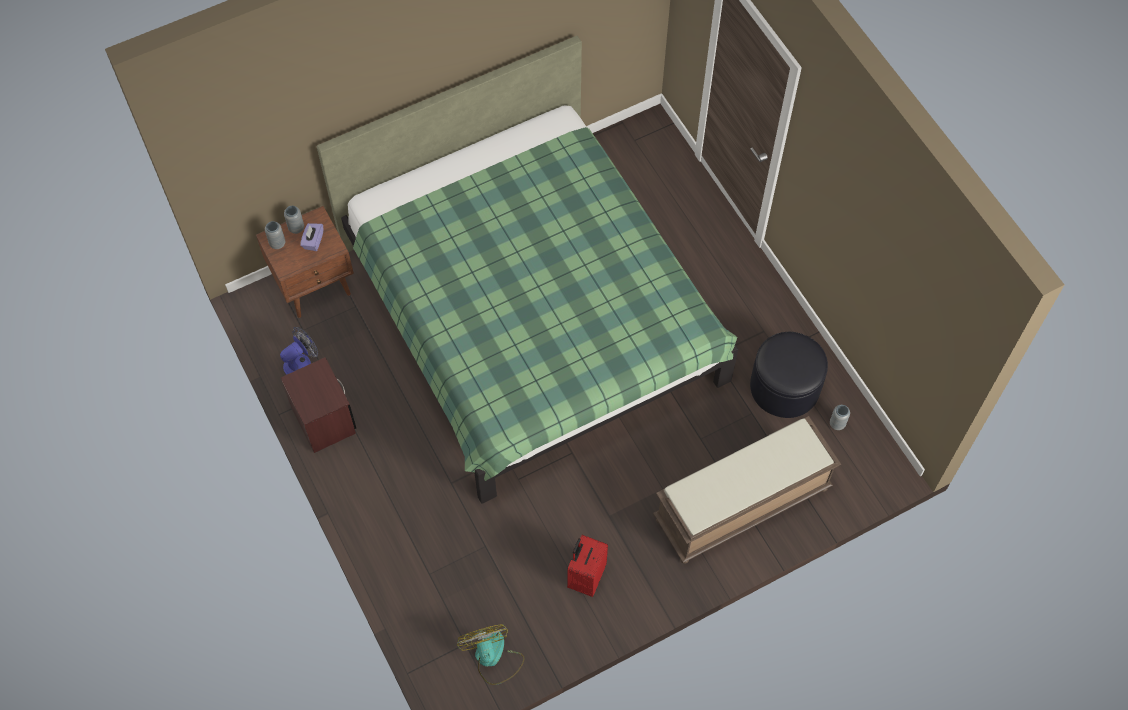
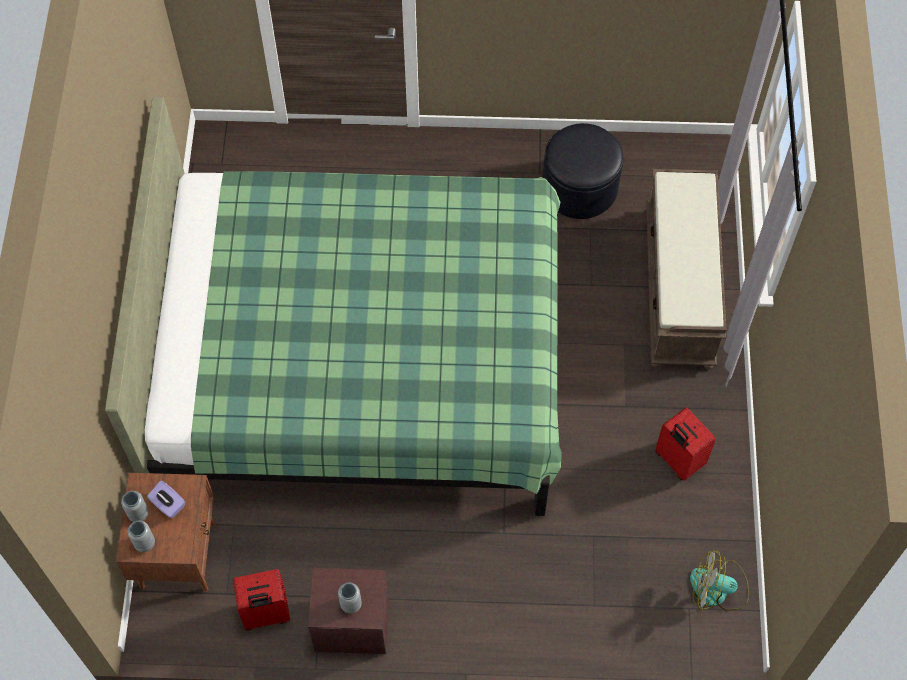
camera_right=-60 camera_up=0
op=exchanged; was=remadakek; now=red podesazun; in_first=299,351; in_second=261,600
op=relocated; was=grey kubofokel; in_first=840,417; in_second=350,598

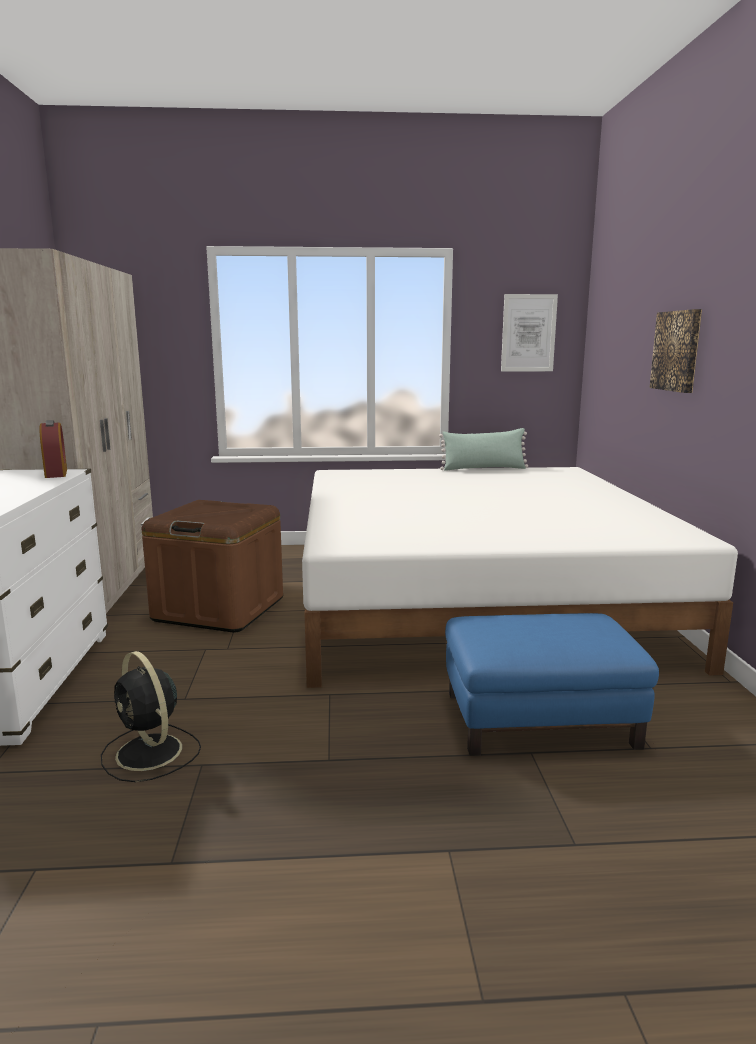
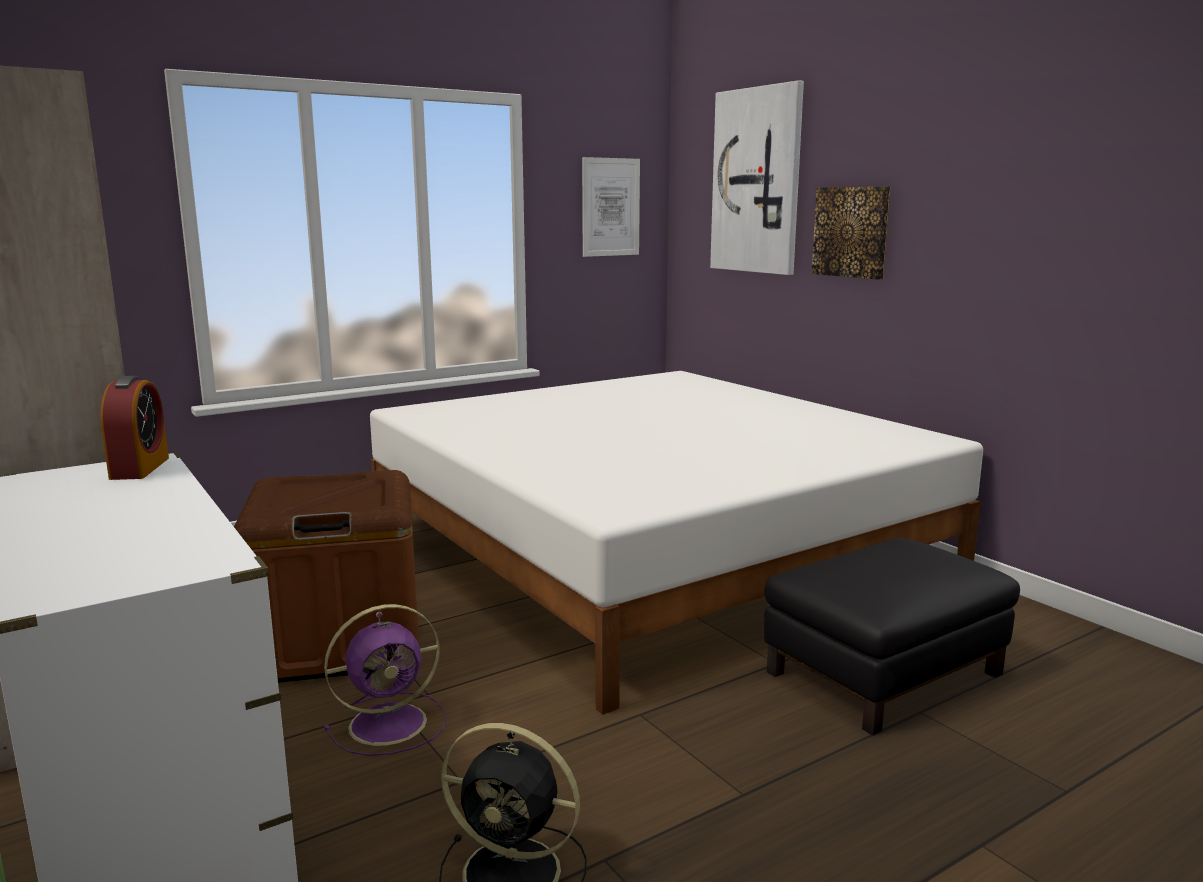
camera_right=-30 camera_up=0
op=spun; was=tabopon; in_first=53,449; in_second=134,428; clockwise=45
op=missing; was=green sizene; in_first=483,449
op=colour; was=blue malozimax; now=black malozimax; in_first=552,684; in_second=892,636
op=appeared; now=purple remadakek; in_second=385,680
op=appeared; now=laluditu; in_second=757,177

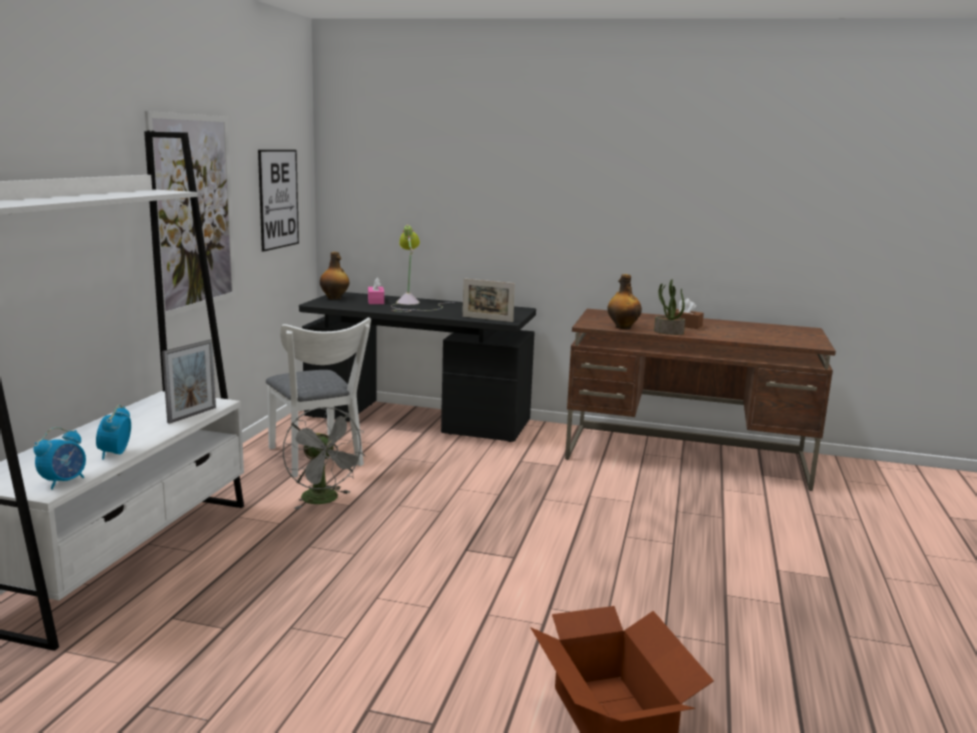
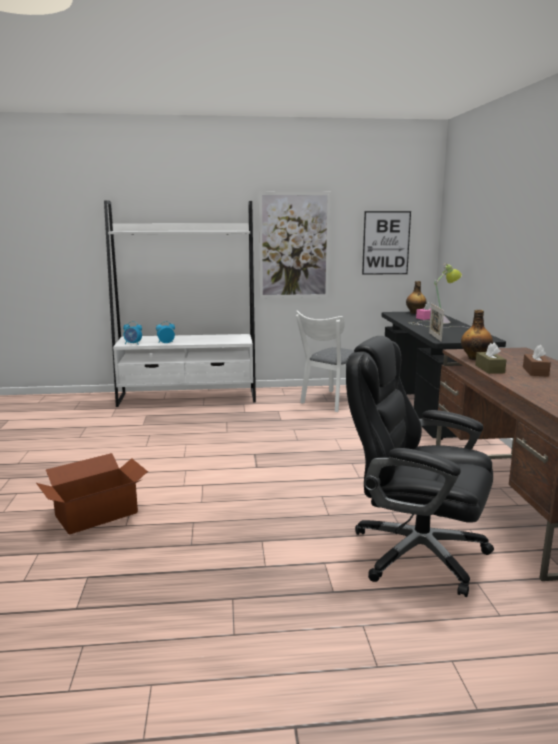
camera_right=70 camera_up=0
op=missing; was=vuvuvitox; in_first=189,382
op=missing; was=grey remadakek; in_first=324,458
op=exchanged; was=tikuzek; now=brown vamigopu; in_first=669,307; in_second=490,358
op=appeared; now=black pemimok; in_second=420,466

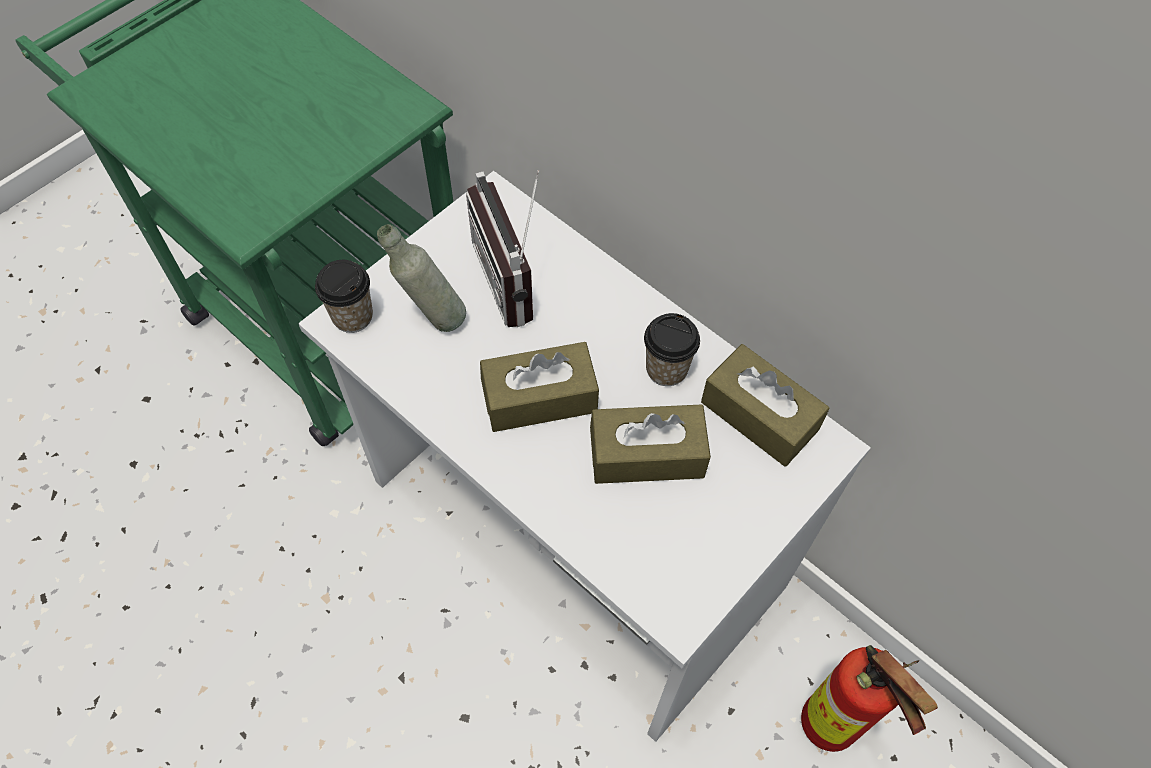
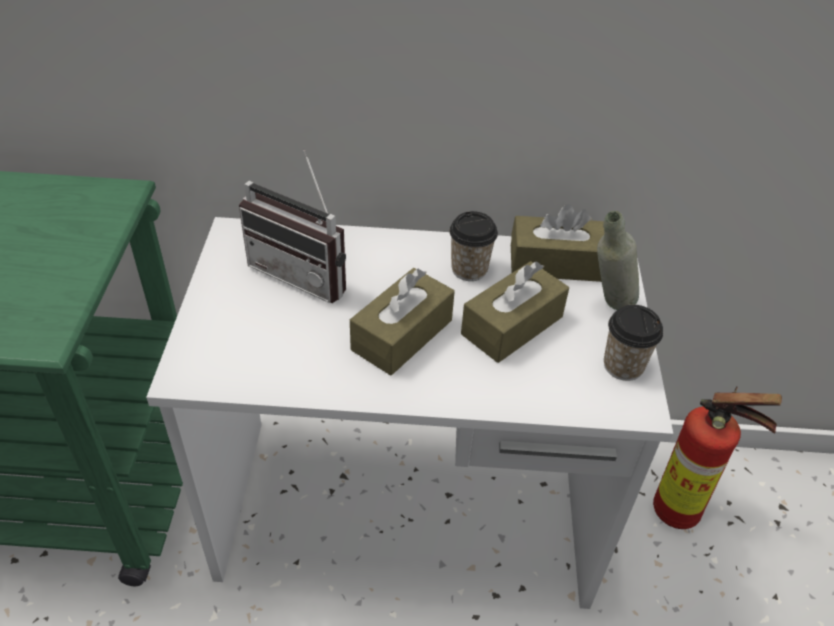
camera_right=-40 camera_up=-15
op=relocated; was=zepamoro; in_first=344,296; in_second=633,343
op=relocated; was=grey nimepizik; in_first=421,278; in_second=618,260

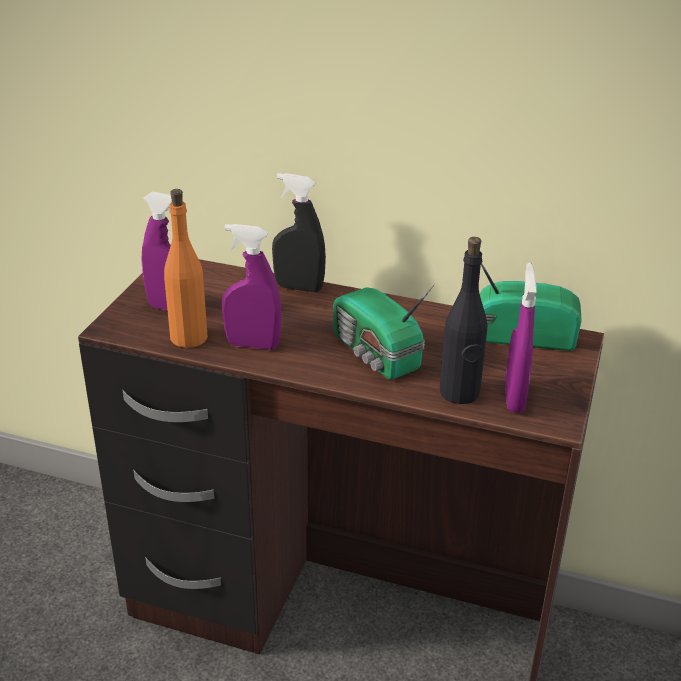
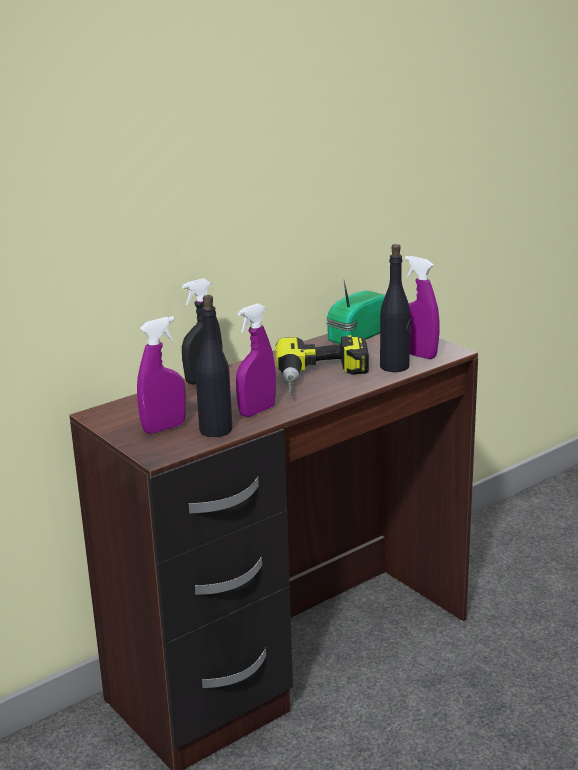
camera_right=-55 camera_up=-10
op=colour; was=orange nimepizik; now=black nimepizik; in_first=186,268; in_second=213,366
op=exchanged; was=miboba; now=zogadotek; in_first=384,331; in_second=322,365

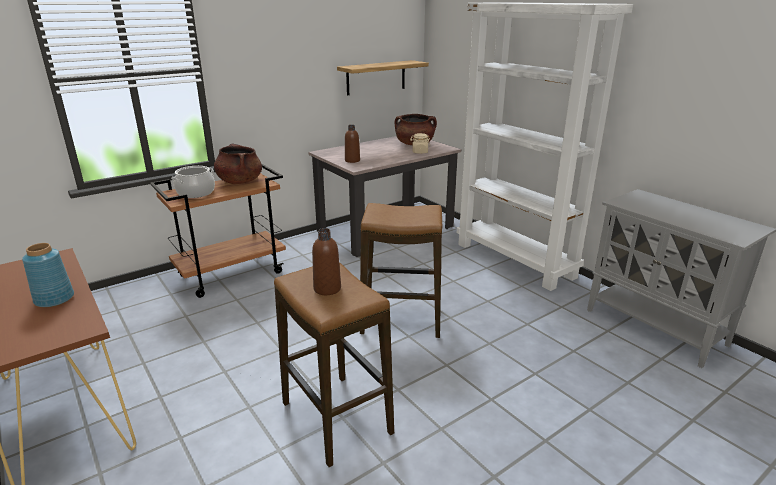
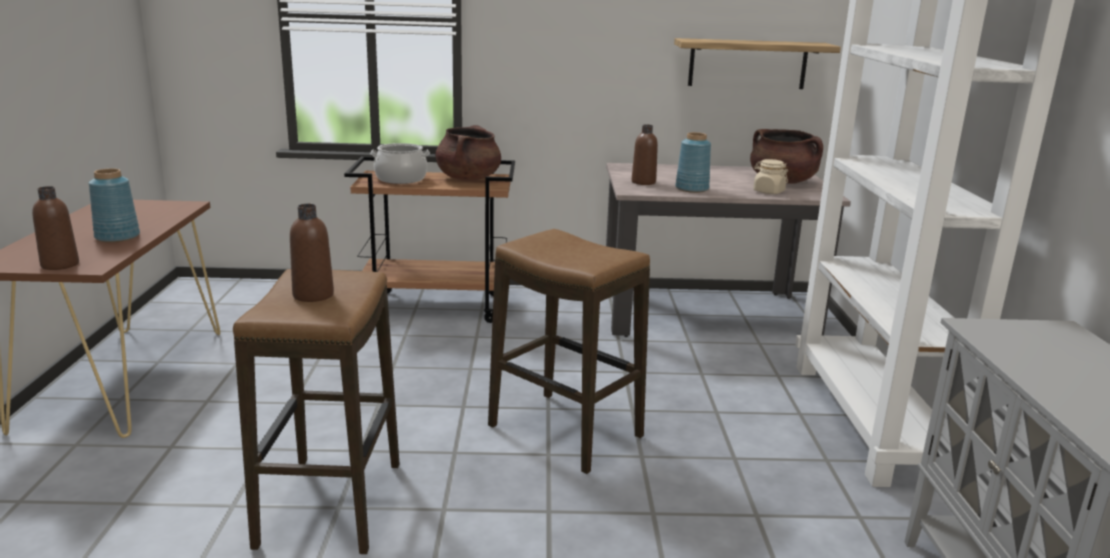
camera_right=35 camera_up=-5
op=appeared; now=brown nimepizik; in_second=55,228
op=appeared; now=blue kubofokel; in_second=693,162

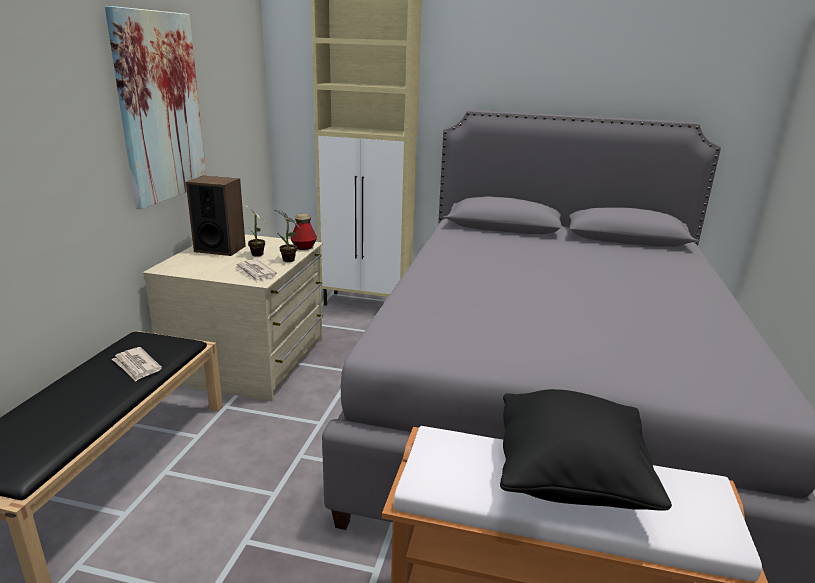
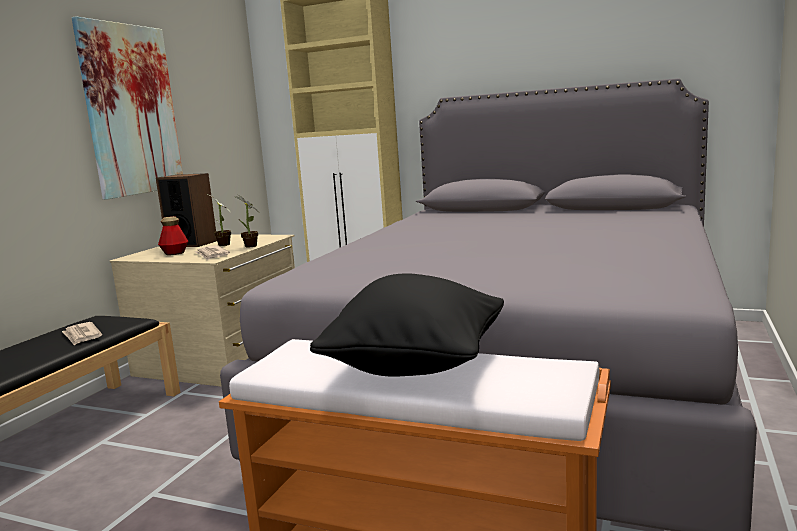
camera_right=10 camera_up=-10
op=relocated; was=nimepizik; in_first=304,232; in_second=173,235

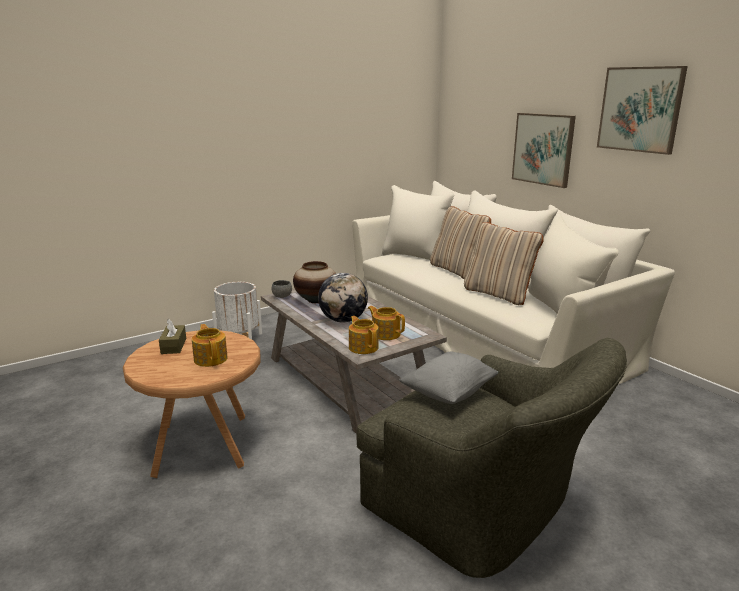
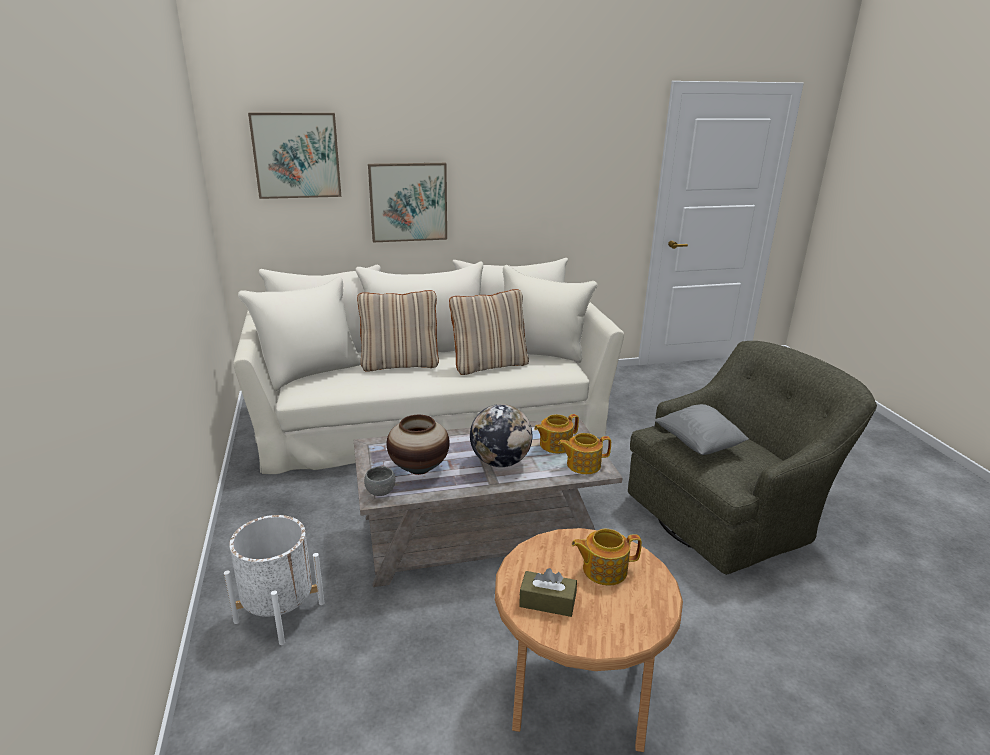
camera_right=-70 camera_up=5
op=relocated; was=laluditu; in_first=642,110; in_second=294,156

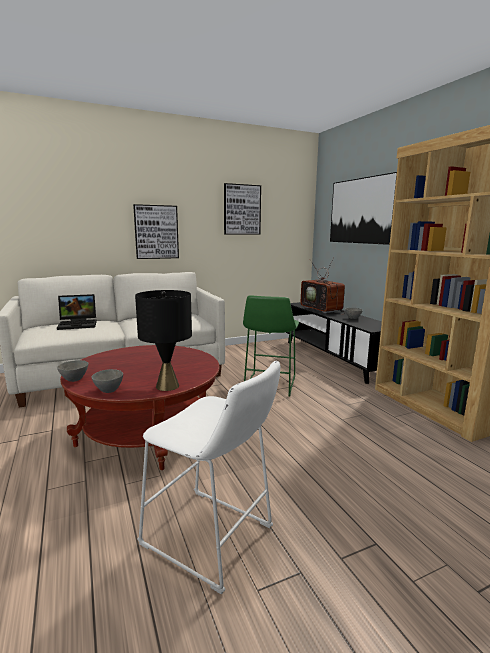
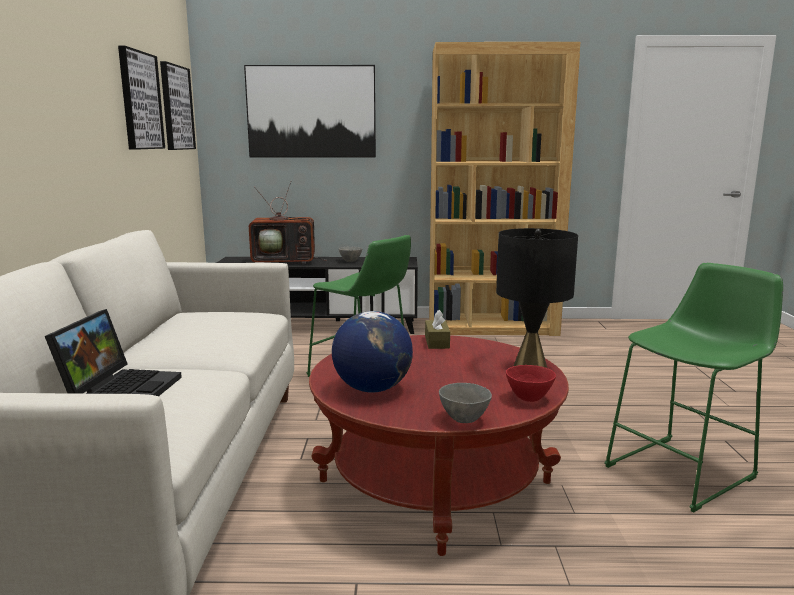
camera_right=-65 camera_up=0
op=colour; was=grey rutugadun; now=red rutugadun; in_first=107,381; in_second=531,383
op=relocated; was=laluditu; in_first=156,231; in_second=178,105
op=colour; was=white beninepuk; now=green beninepuk; in_first=209,477; in_second=693,388
op=appeared; now=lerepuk; in_second=372,352
op=appeared; now=brown vamigopu; in_second=437,329

